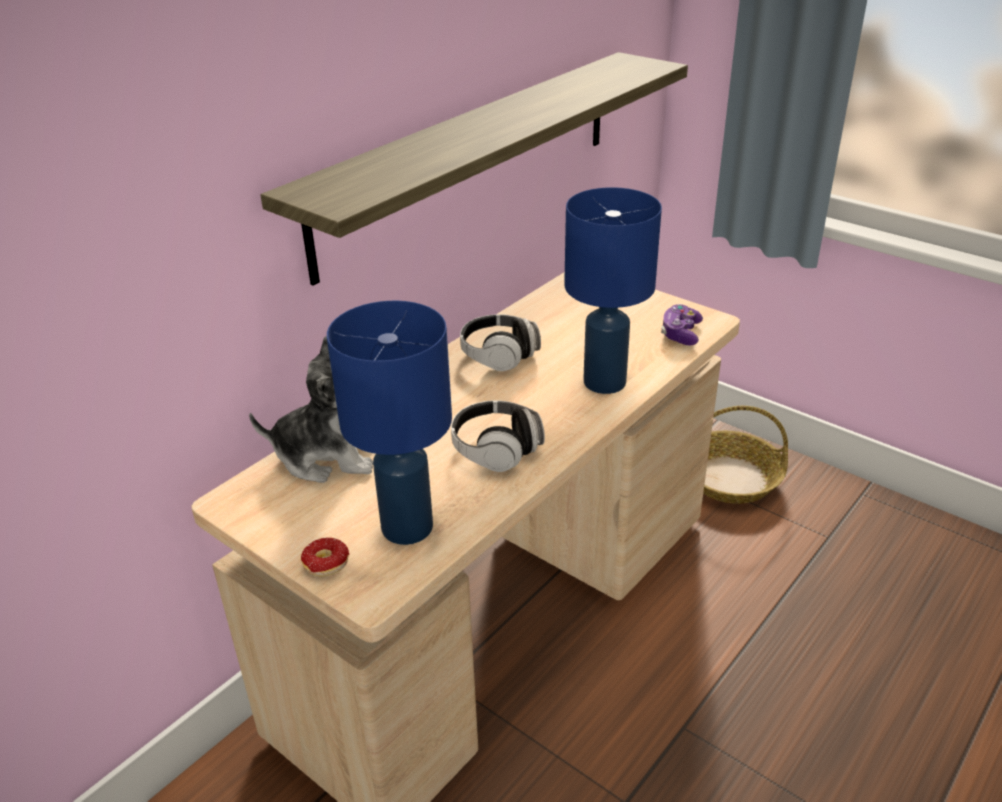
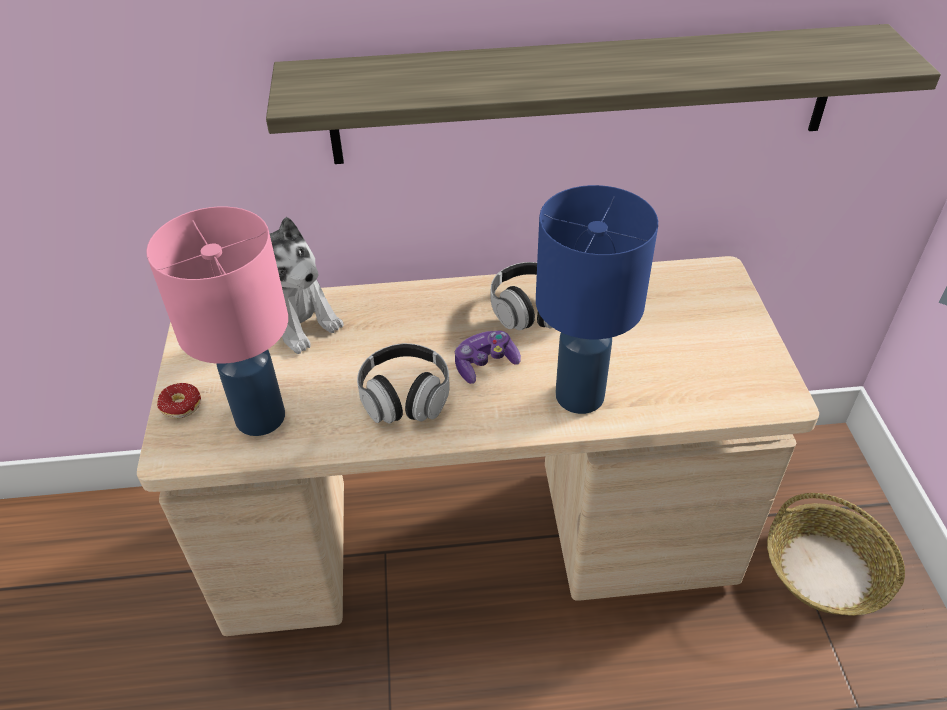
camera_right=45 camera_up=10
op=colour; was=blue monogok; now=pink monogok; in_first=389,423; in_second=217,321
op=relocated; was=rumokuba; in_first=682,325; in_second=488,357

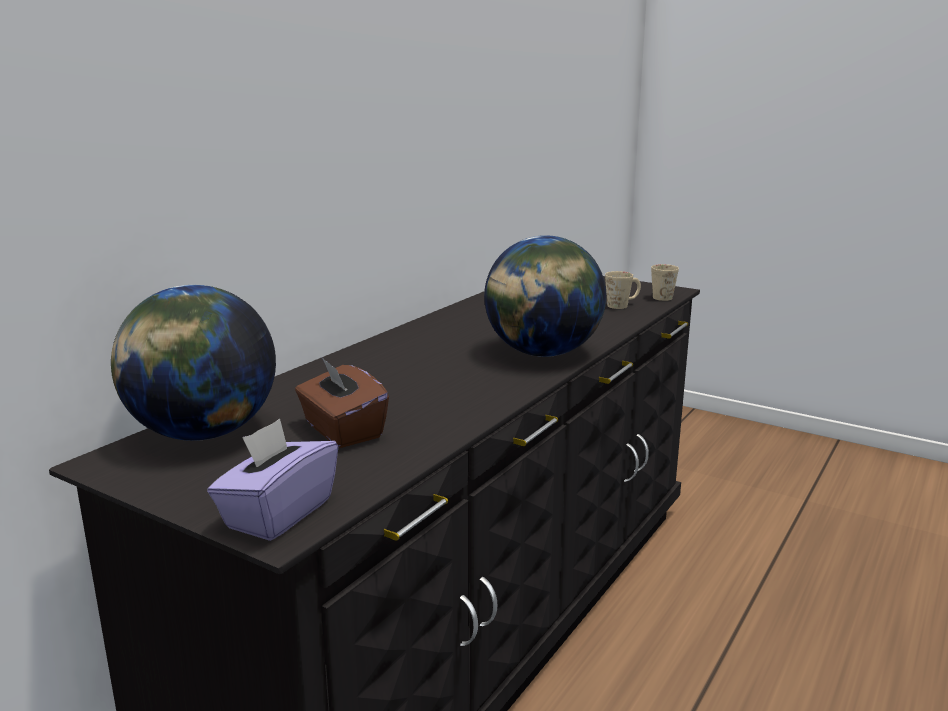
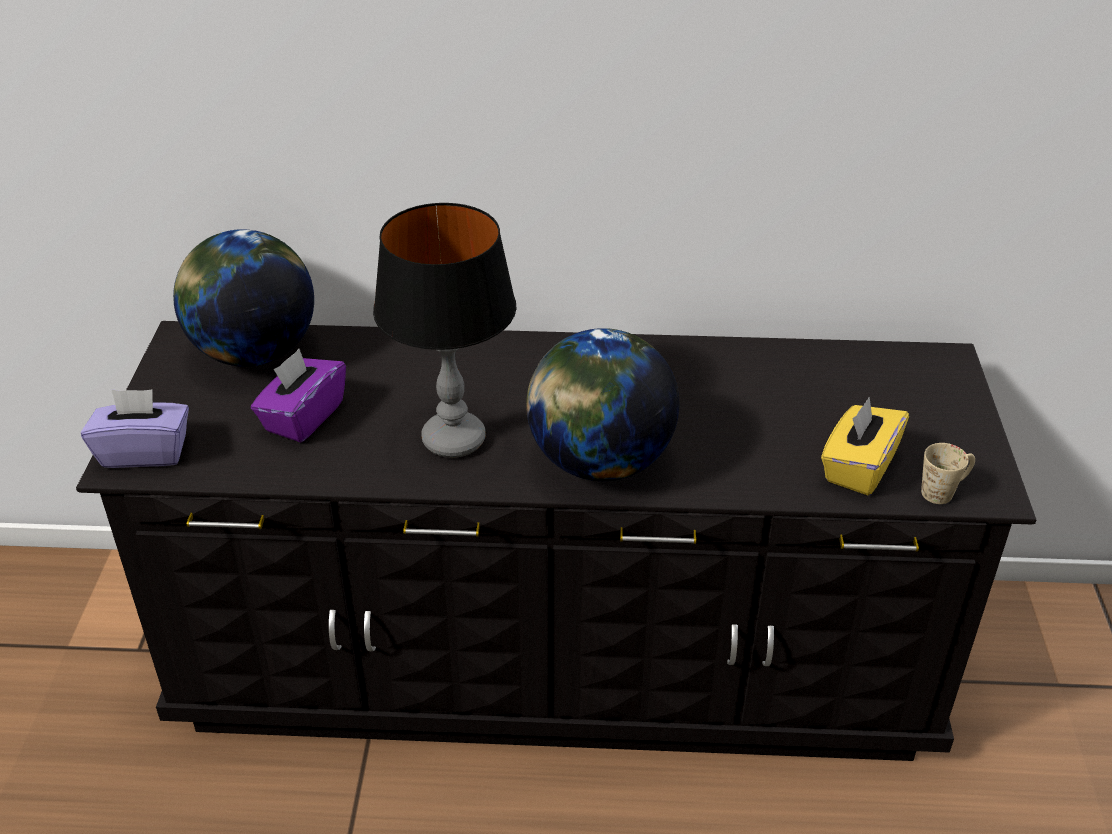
camera_right=60 camera_up=20
op=colour; was=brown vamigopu; now=purple vamigopu; in_first=342,402; in_second=298,396
op=exchanged; was=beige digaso; now=yellow vamigopu; in_first=623,290; in_second=865,446
op=appeared; now=monogok; in_second=444,330

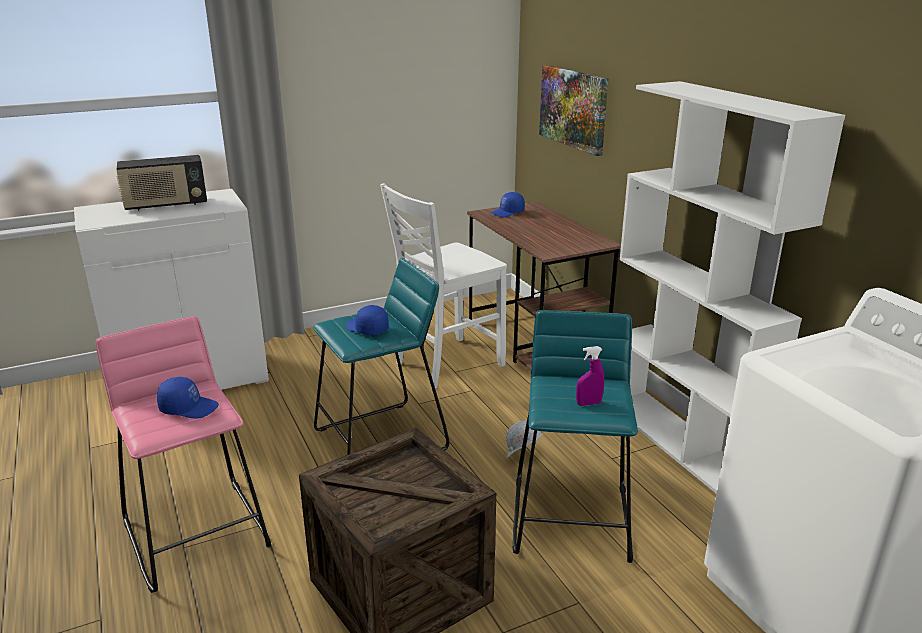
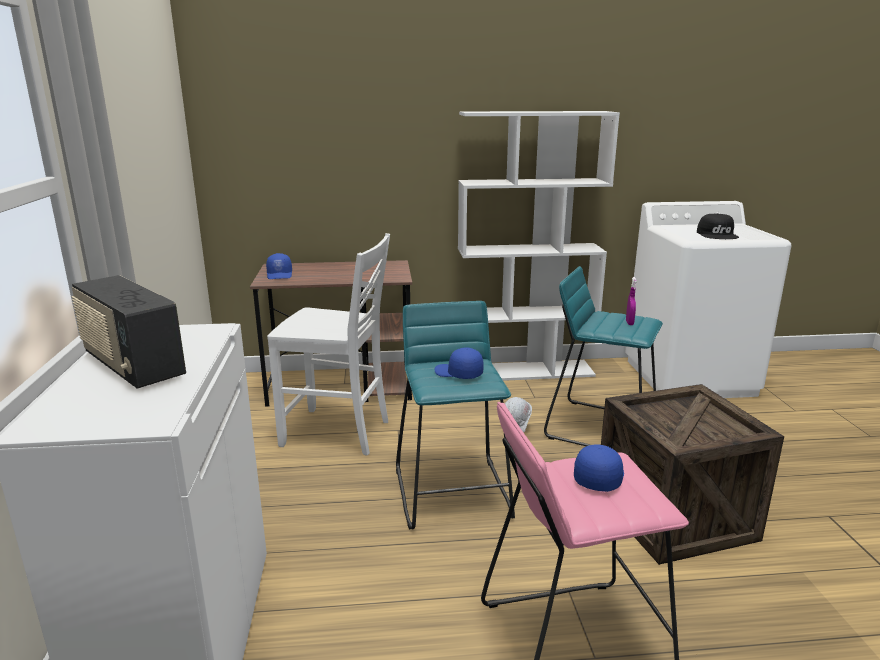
camera_right=-70 camera_up=-5
op=spun; was=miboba; in_first=161,183; in_second=128,332; clockwise=135
op=spun; was=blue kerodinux; in_first=367,320; in_second=459,363; clockwise=60
op=spun; was=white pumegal; in_first=443,286; in_second=328,344; clockwise=-60
op=missing; was=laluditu; in_first=573,110
op=appeared; now=black kerodinux; in_second=718,226

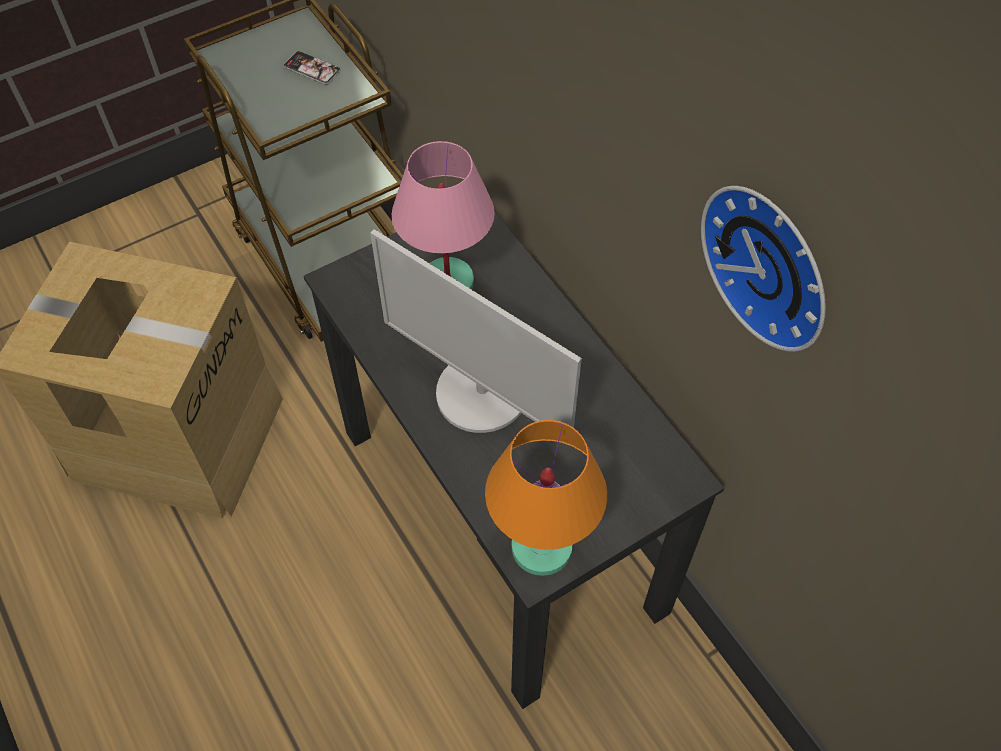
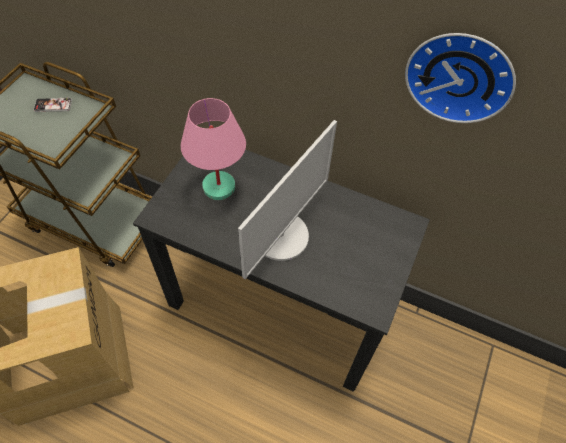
camera_right=-35 camera_up=0
op=spun; was=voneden; in_first=476,331; in_second=287,199; clockwise=-60
op=missing; was=orange monogok; in_first=546,498

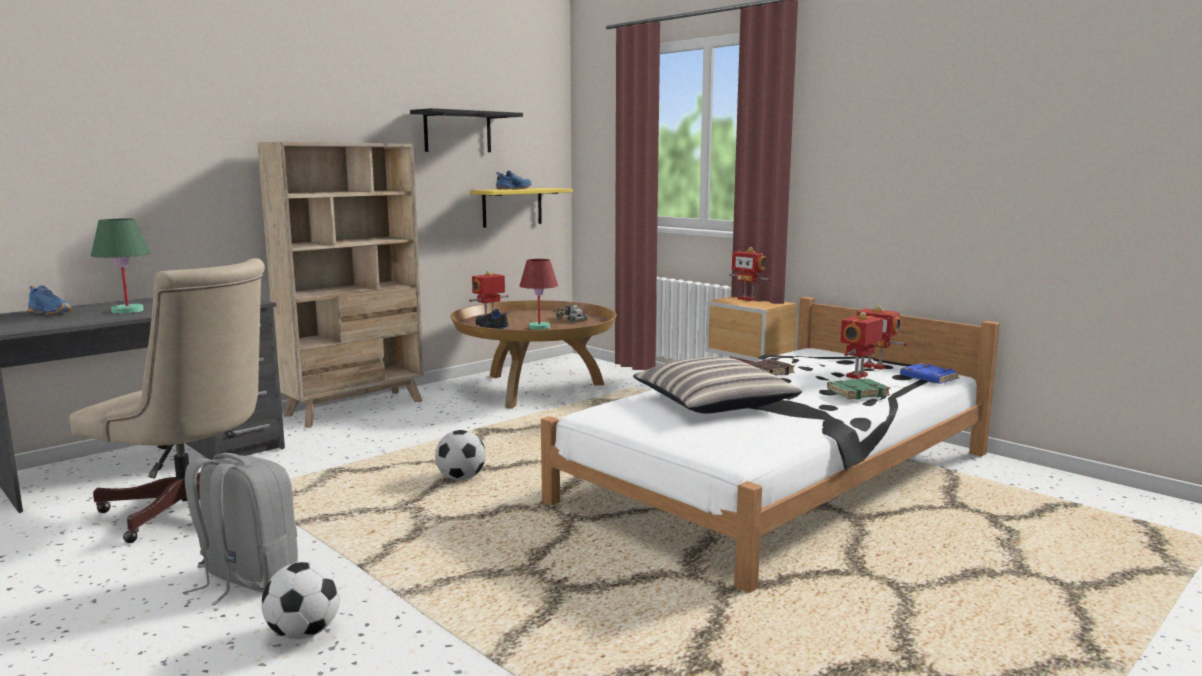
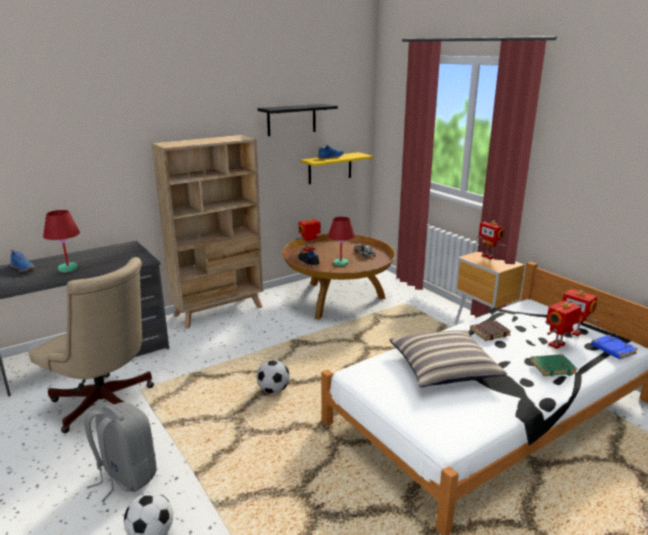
camera_right=10 camera_up=10
op=colour; was=green monogok; now=red monogok; in_first=120,266; in_second=61,241

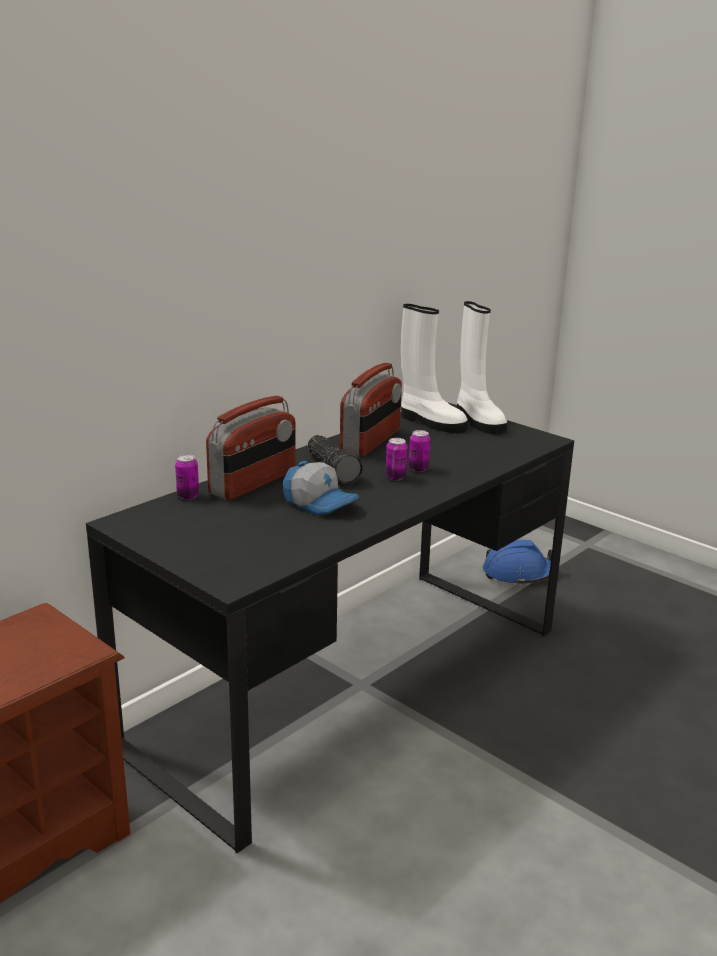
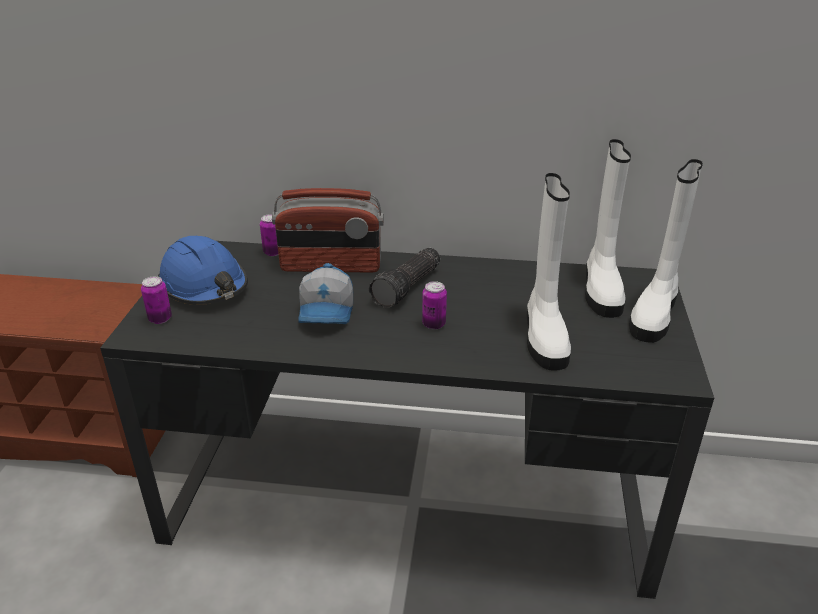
camera_right=55 camera_up=10
op=missing; was=miboba; in_first=371,410
op=relocated; was=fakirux; in_first=419,451; in_second=156,300
op=relocated; was=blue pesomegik; in_first=517,563; in_second=203,270
op=appeared; now=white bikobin; in_second=549,272

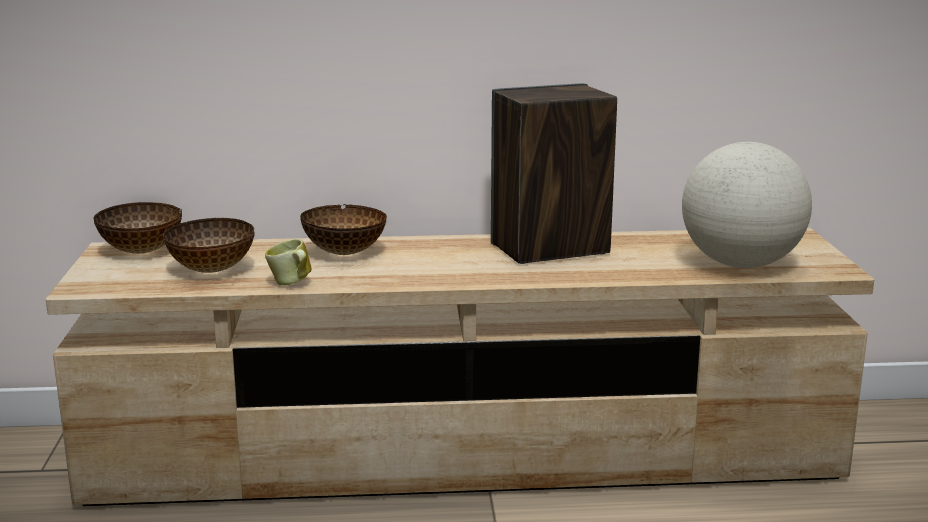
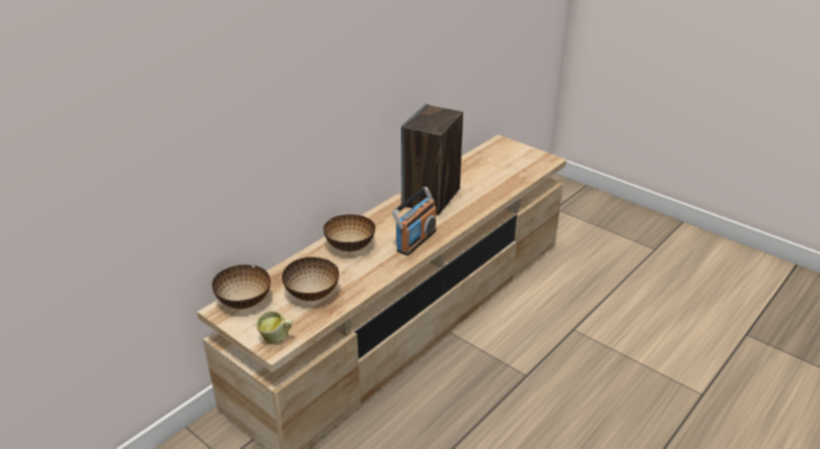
camera_right=-45 camera_up=15
op=relocated; was=digaso; in_first=288,262; in_second=274,327
op=missing; was=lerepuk; in_first=747,205
op=appeared; now=miboba; in_second=414,221

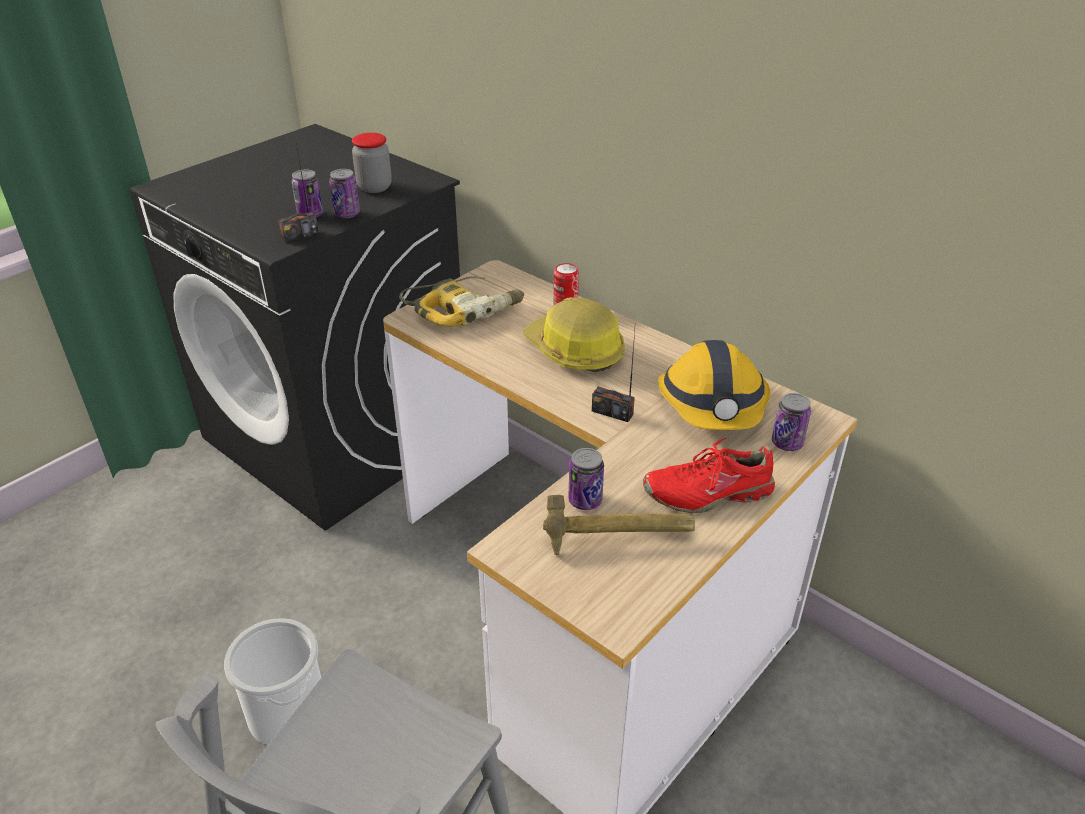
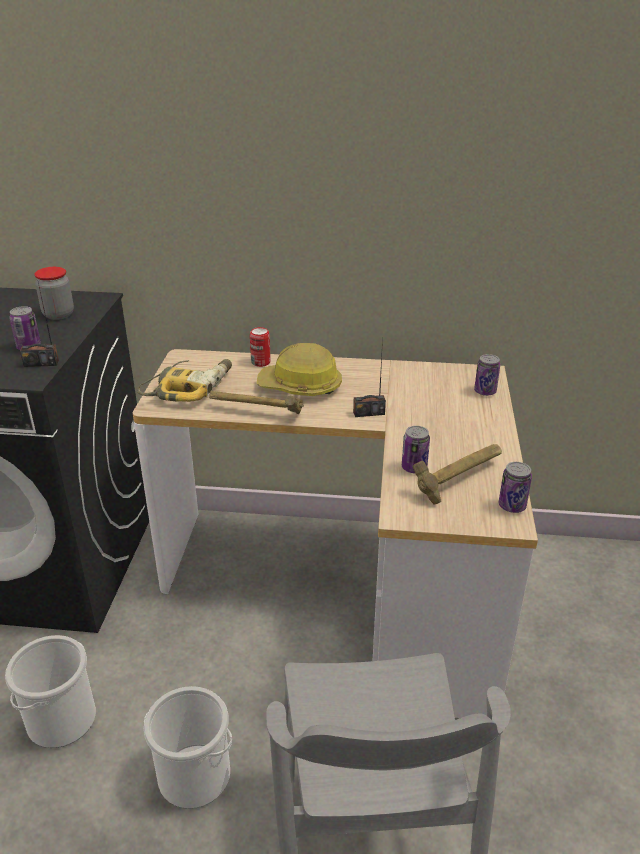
camera_right=-35 camera_up=-5
op=spun; was=miboba; in_first=298,192; in_second=39,325; clockwise=60
op=relocated; was=fakirux; in_first=344,193; in_second=515,487
op=missing; was=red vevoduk; in_first=709,475
op=missing; was=pesomegik; in_first=714,385
op=appeared; now=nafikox; in_second=50,691
op=appeared; now=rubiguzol; in_second=256,402

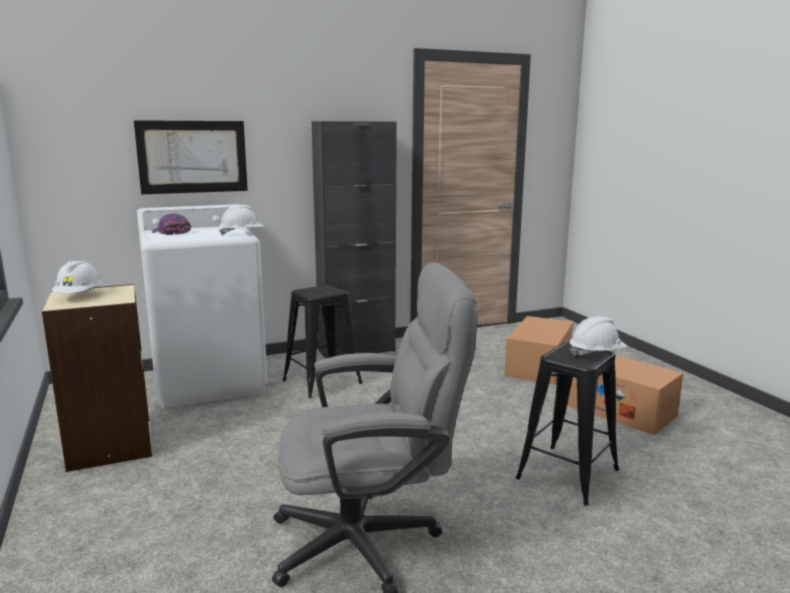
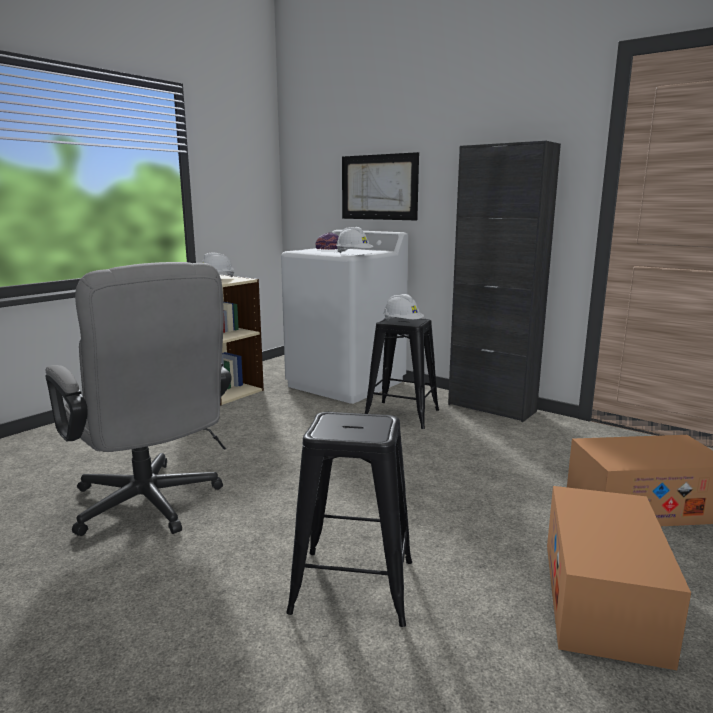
camera_right=60 camera_up=0
op=relocated; was=white pesomegik; in_first=598,336; in_second=403,307

